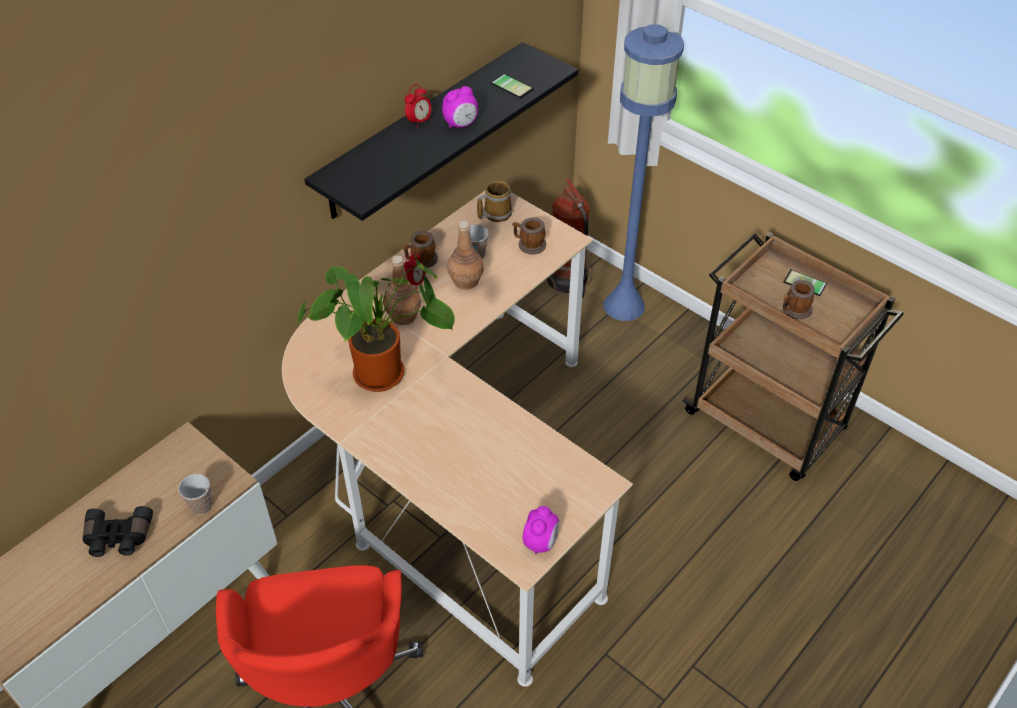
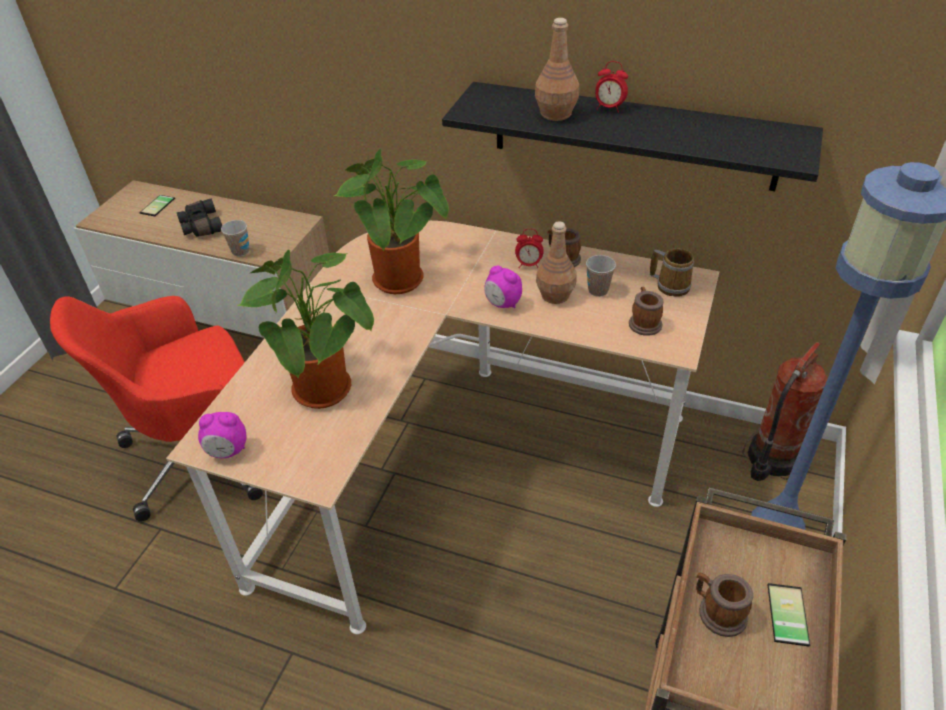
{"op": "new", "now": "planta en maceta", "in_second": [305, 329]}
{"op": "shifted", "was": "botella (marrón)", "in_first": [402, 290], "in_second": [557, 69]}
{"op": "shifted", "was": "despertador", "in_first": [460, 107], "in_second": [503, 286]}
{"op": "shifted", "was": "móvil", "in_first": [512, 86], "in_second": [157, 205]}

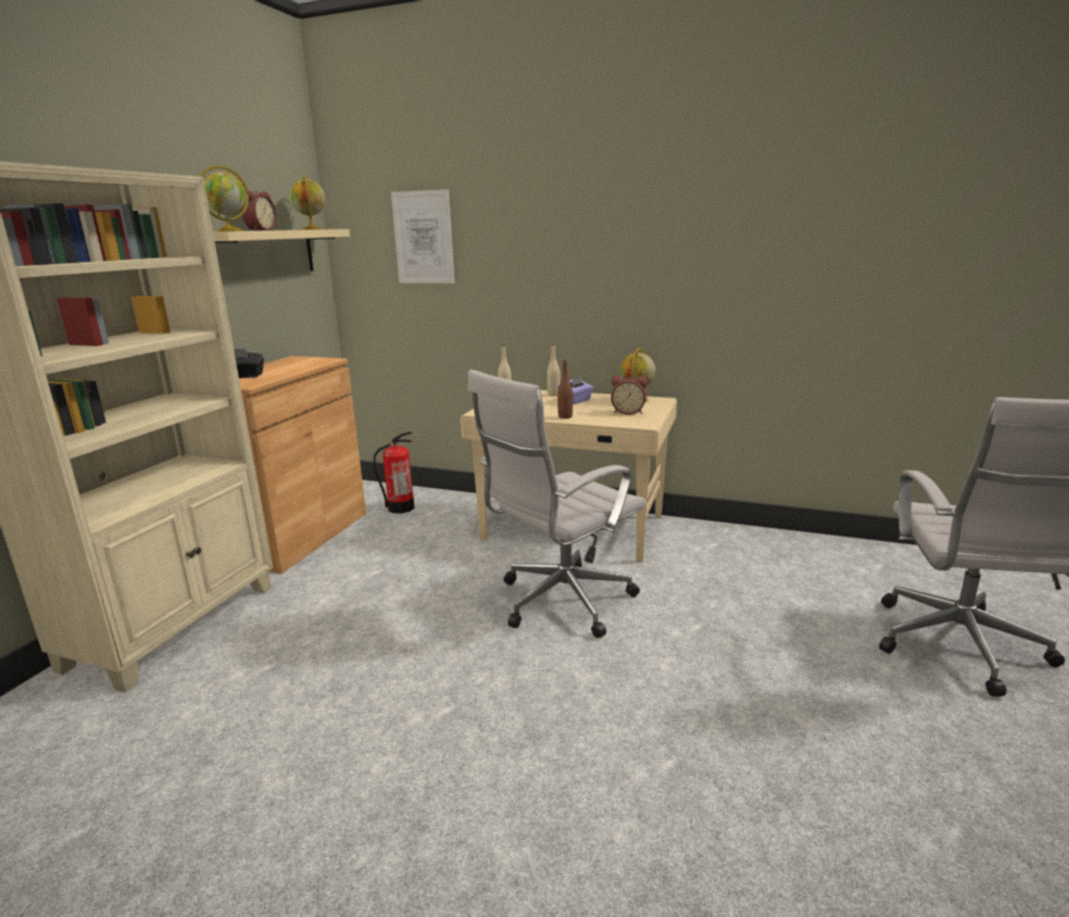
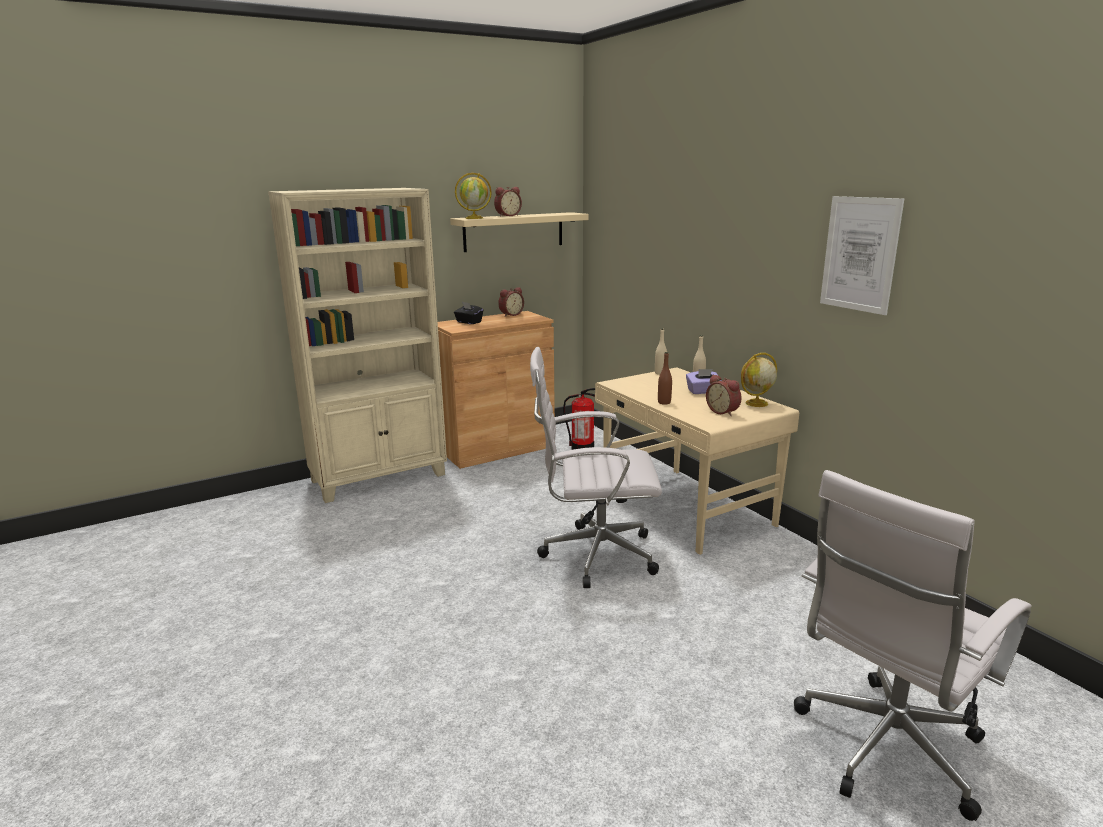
{"op": "gone", "was": "globo terráqueo", "in_first": [307, 202]}
{"op": "new", "now": "despertador", "in_second": [511, 302]}
{"op": "shifted", "was": "cuadro", "in_first": [422, 236], "in_second": [862, 255]}

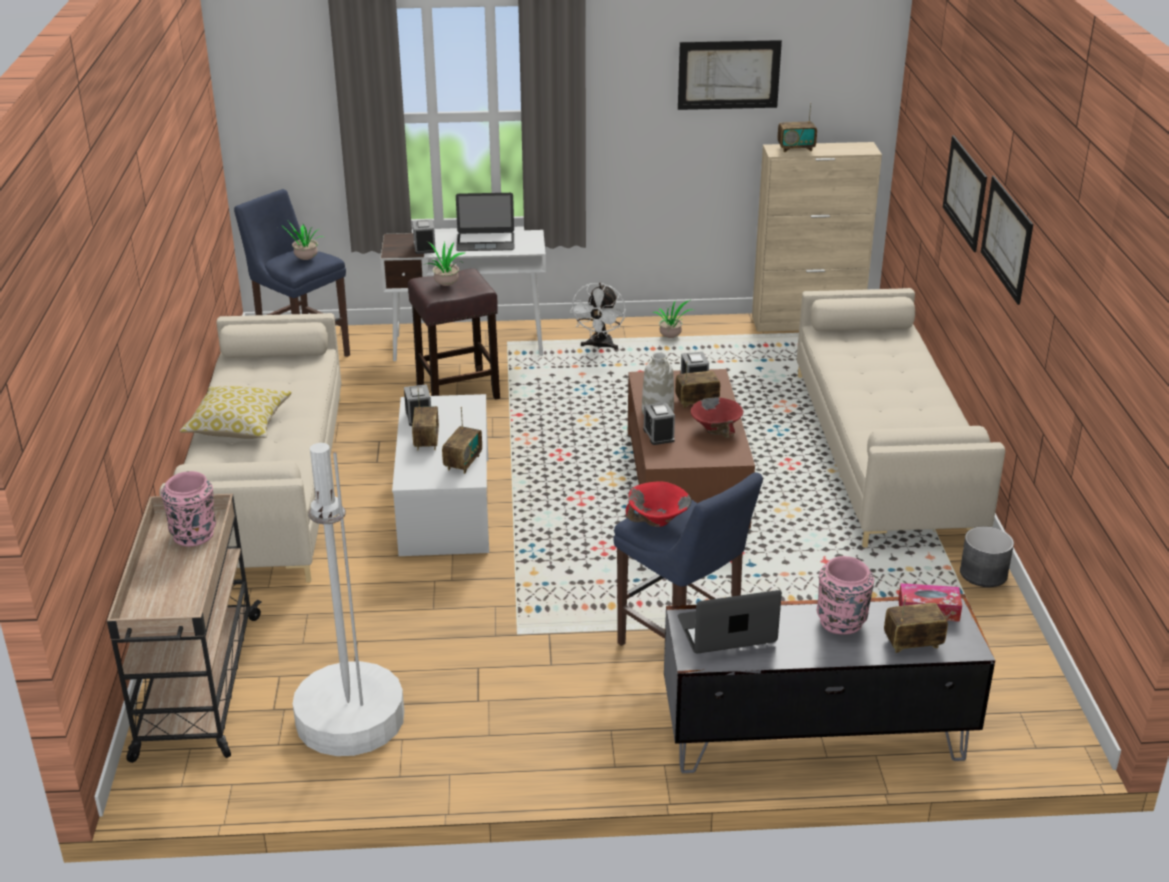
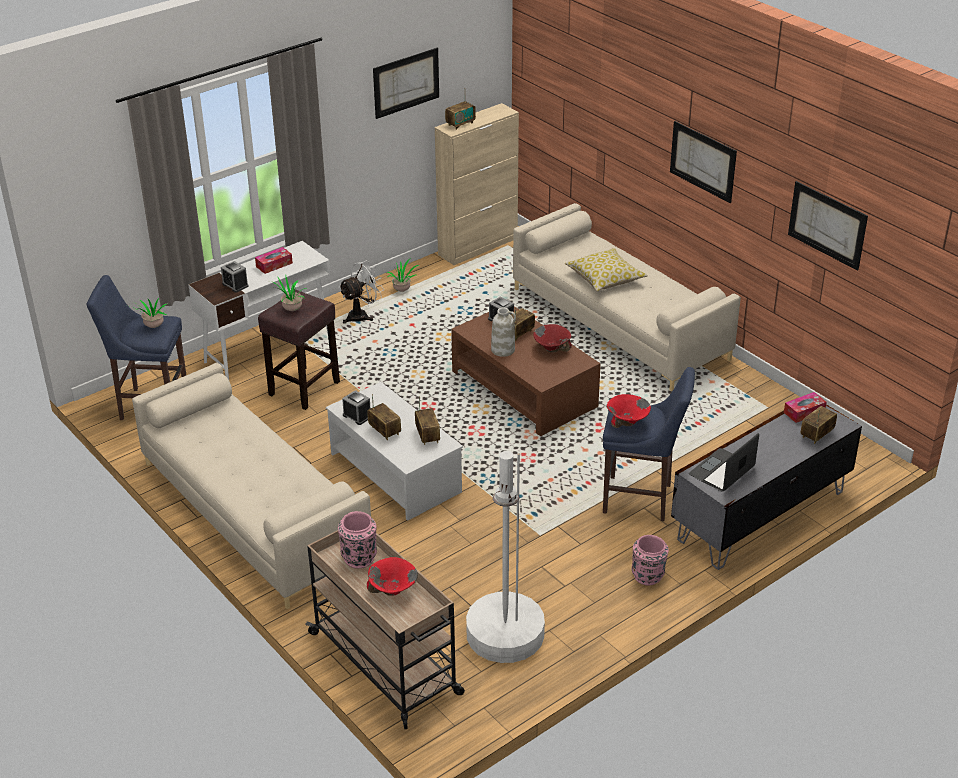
{"op": "gone", "was": "despertador", "in_first": [659, 423]}
{"op": "gone", "was": "maceta (gris)", "in_first": [987, 556]}
{"op": "new", "now": "cuenco (rojo)", "in_second": [392, 576]}
{"op": "shifted", "was": "cojín", "in_first": [236, 412], "in_second": [606, 269]}
{"op": "shifted", "was": "florero (rosa)", "in_first": [845, 595], "in_second": [650, 560]}
{"op": "shifted", "was": "cuadro", "in_first": [965, 193], "in_second": [828, 226]}
{"op": "swapped", "was": "portátil", "now": "caja de pañuelos", "in_first": [485, 222], "in_second": [274, 260]}
{"op": "rotated", "was": "ventilador (blanco)", "in_first": [598, 315], "in_second": [361, 292], "clockwise": -105}

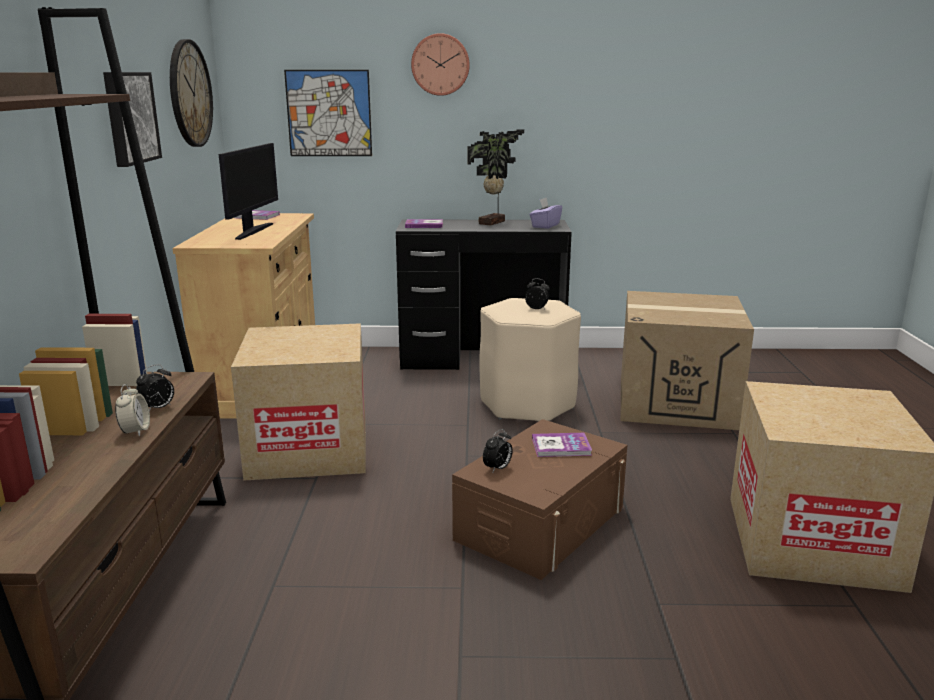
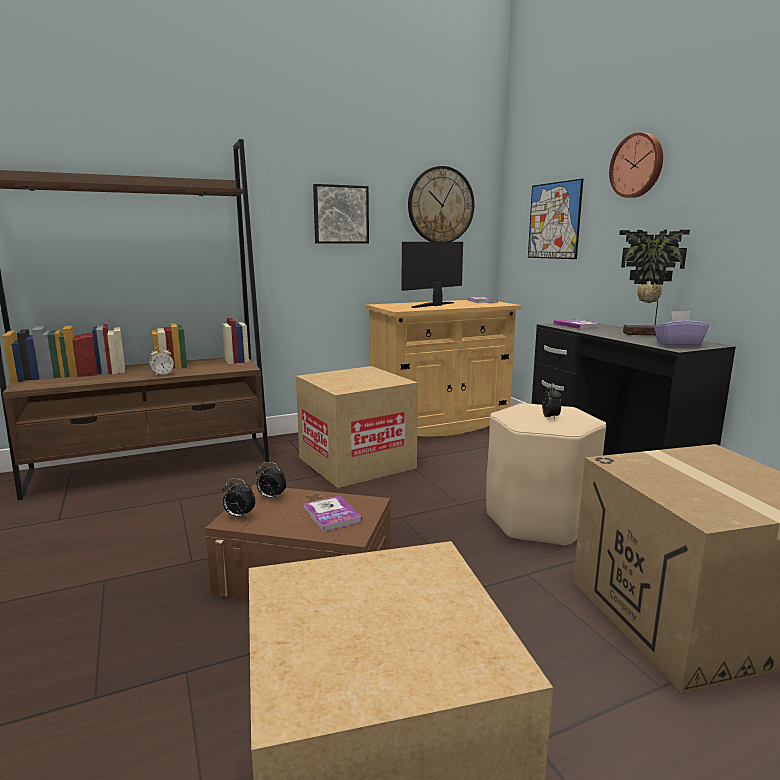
{"op": "shifted", "was": "despertador", "in_first": [155, 388], "in_second": [239, 498]}
{"op": "rotated", "was": "monitor", "in_first": [248, 191], "in_second": [432, 275], "clockwise": 150}

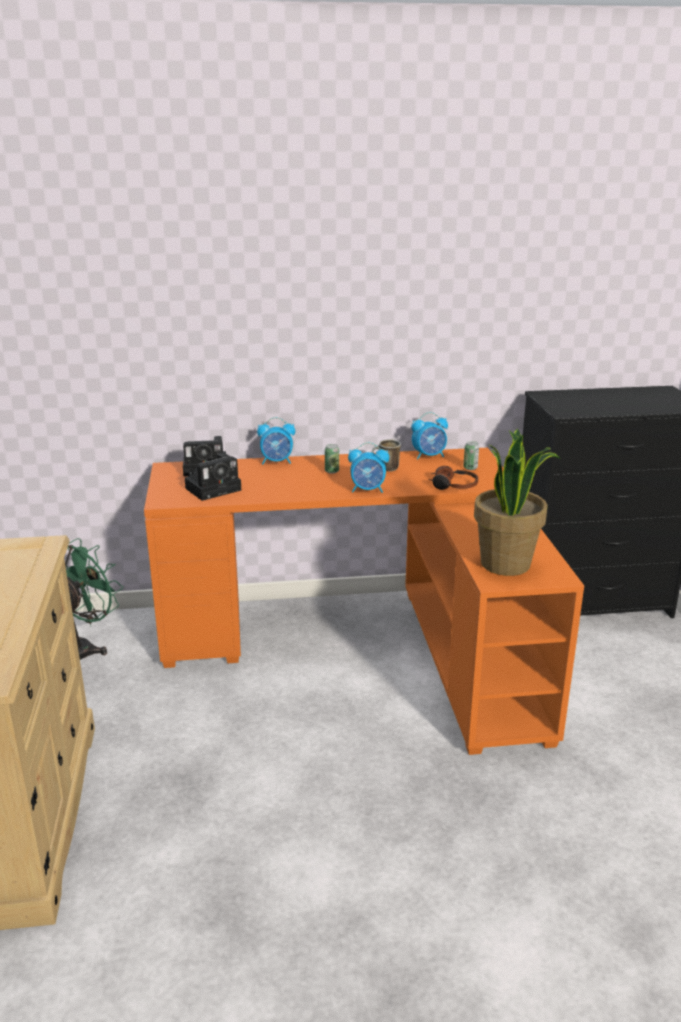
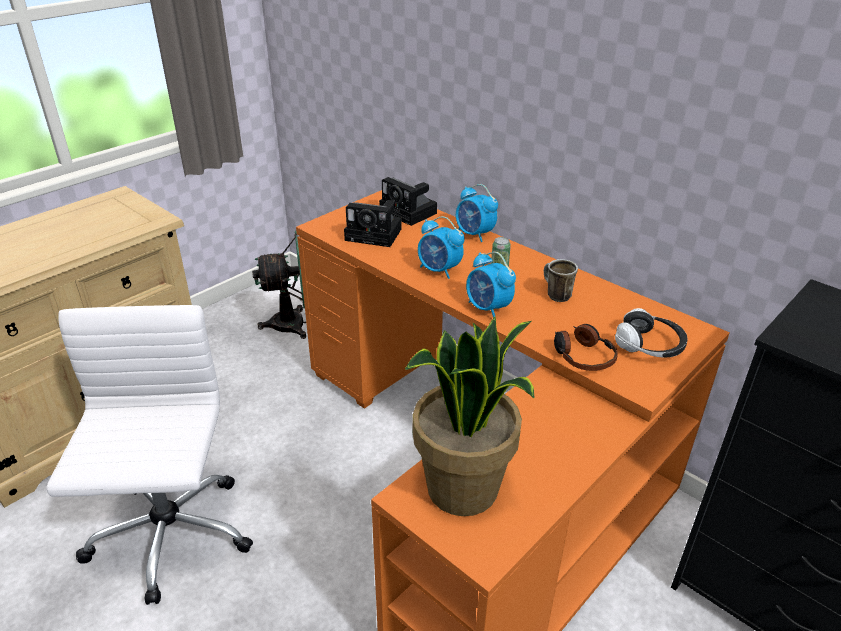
{"op": "new", "now": "silla de oficina (blanco)", "in_second": [149, 455]}
{"op": "shifted", "was": "despertador", "in_first": [429, 436], "in_second": [441, 247]}
{"op": "swapped", "was": "lata", "now": "auriculares", "in_first": [471, 455], "in_second": [651, 333]}

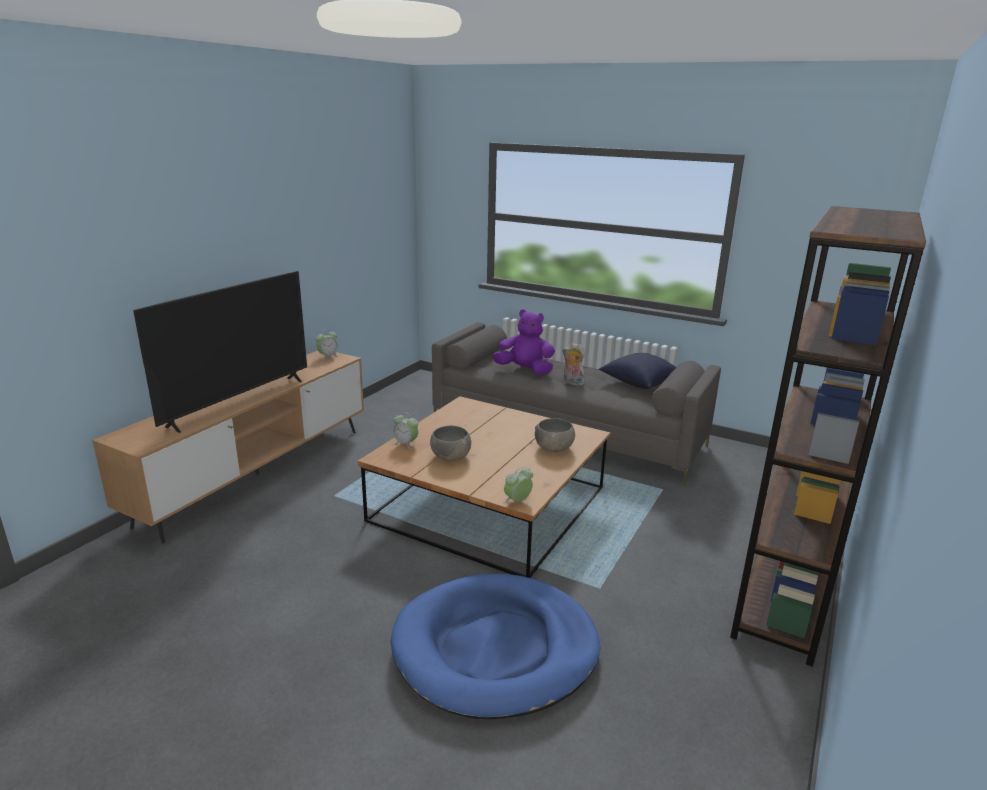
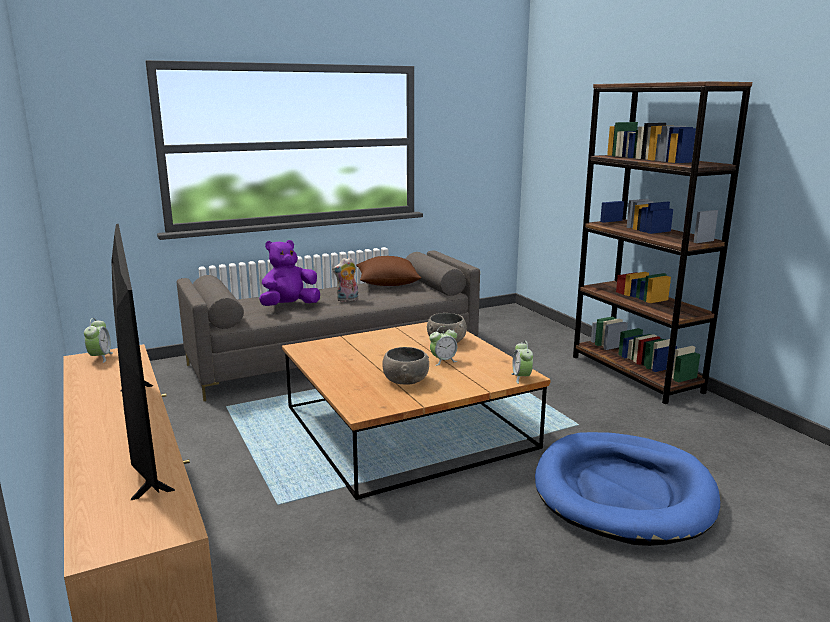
{"op": "shifted", "was": "despertador", "in_first": [405, 431], "in_second": [443, 346]}
{"op": "repainted", "was": "cojín (azul)", "now": "cojín (marrón)", "in_first": [637, 371], "in_second": [388, 271]}

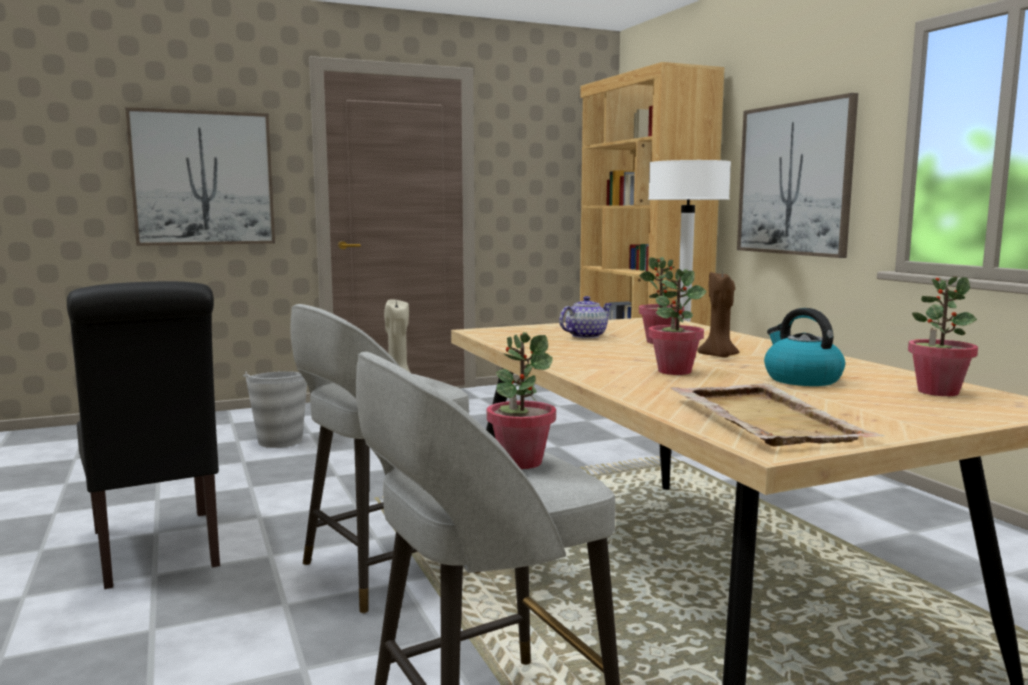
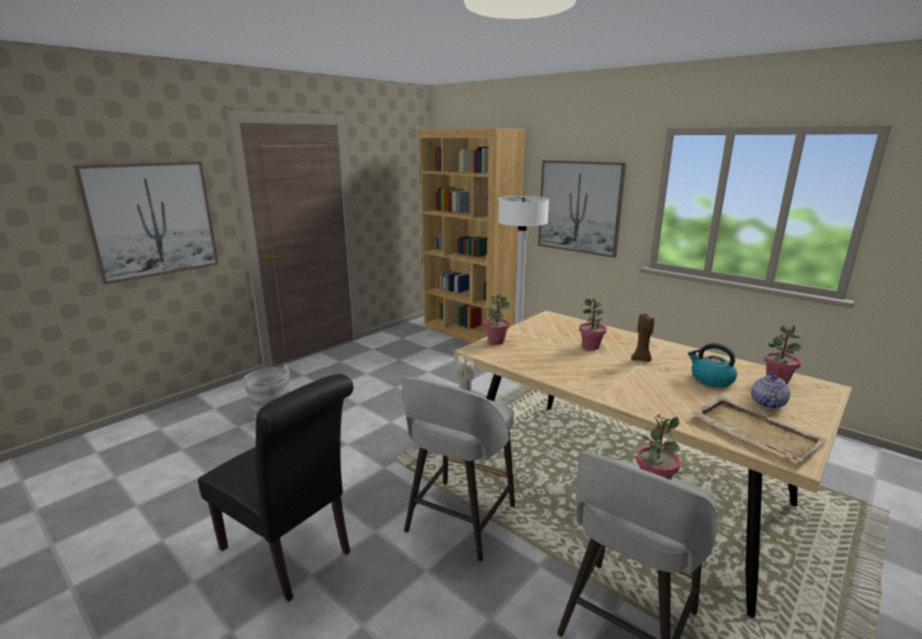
{"op": "shifted", "was": "tetera", "in_first": [585, 317], "in_second": [770, 390]}
{"op": "shifted", "was": "planta en maceta", "in_first": [677, 322], "in_second": [497, 319]}

